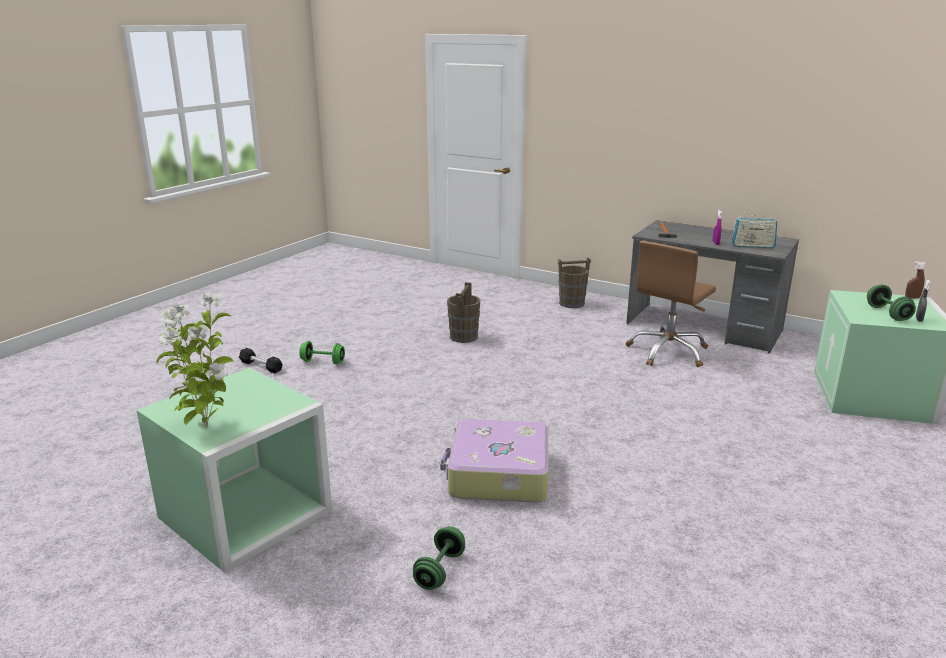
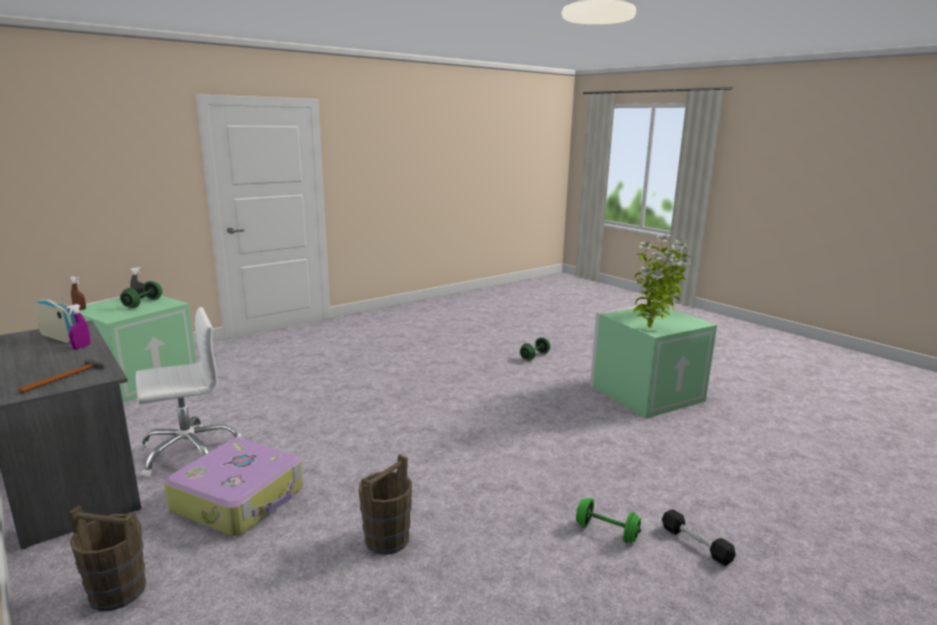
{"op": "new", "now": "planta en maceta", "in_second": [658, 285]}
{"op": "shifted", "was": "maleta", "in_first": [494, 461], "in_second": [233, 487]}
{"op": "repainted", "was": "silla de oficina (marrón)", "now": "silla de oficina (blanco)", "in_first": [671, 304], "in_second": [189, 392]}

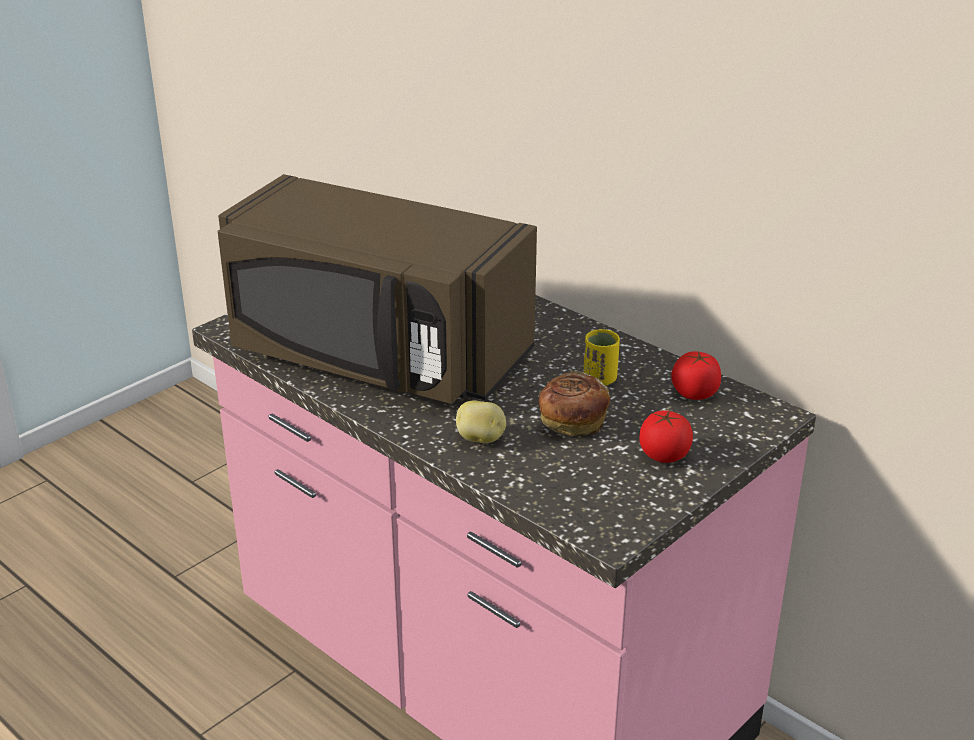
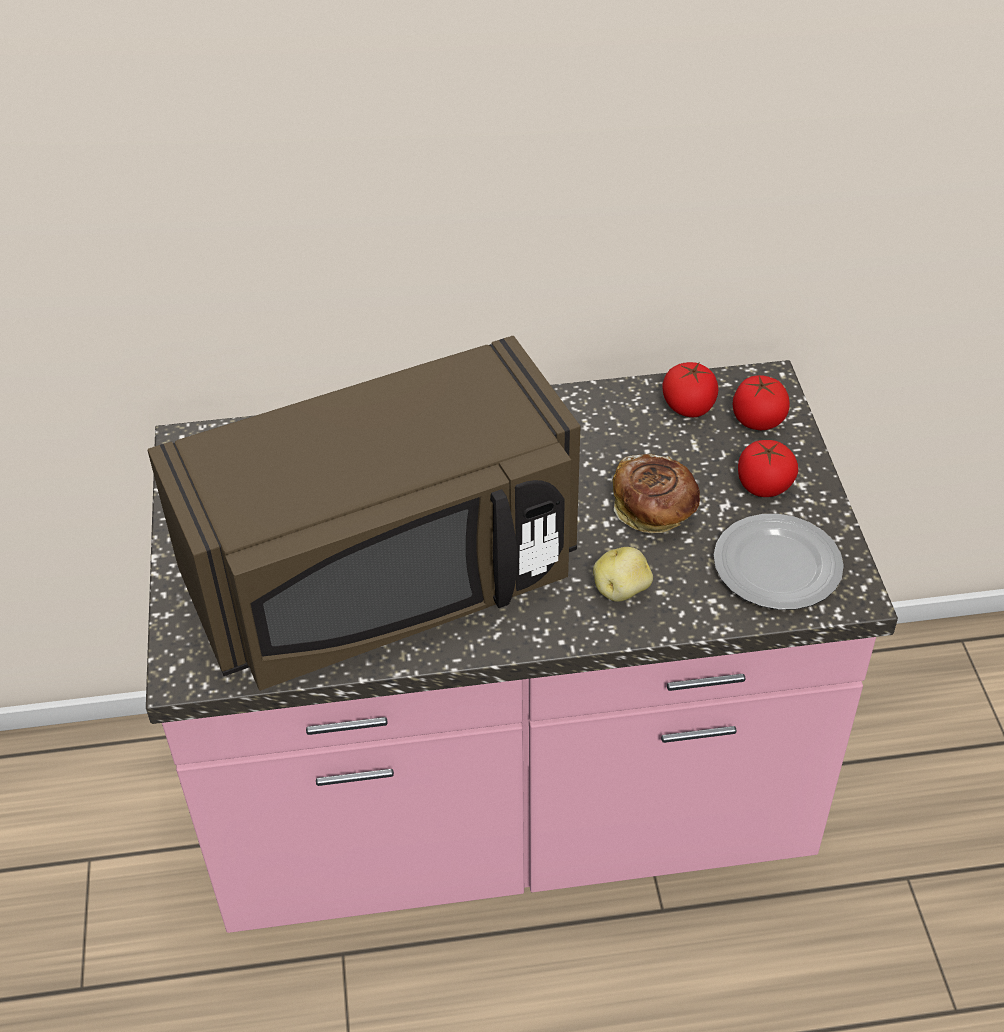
{"op": "gone", "was": "taza (amarillo)", "in_first": [602, 357]}
{"op": "new", "now": "plato", "in_second": [779, 562]}
{"op": "new", "now": "tomate", "in_second": [761, 402]}

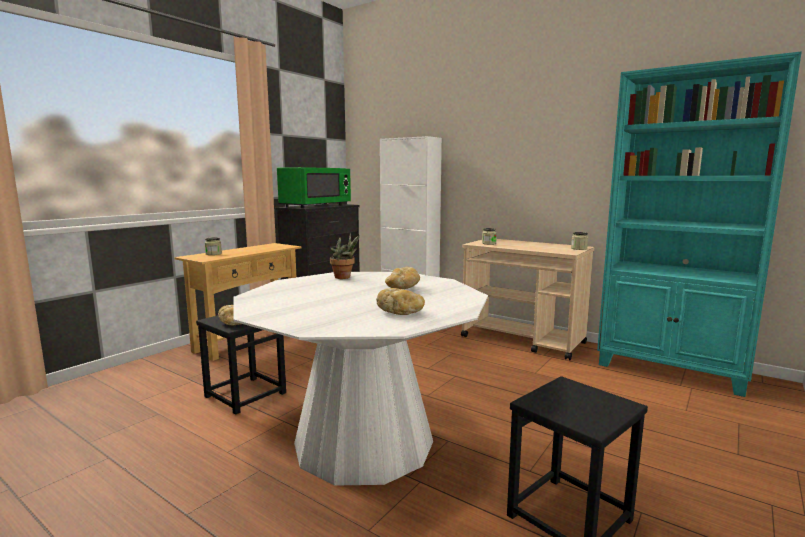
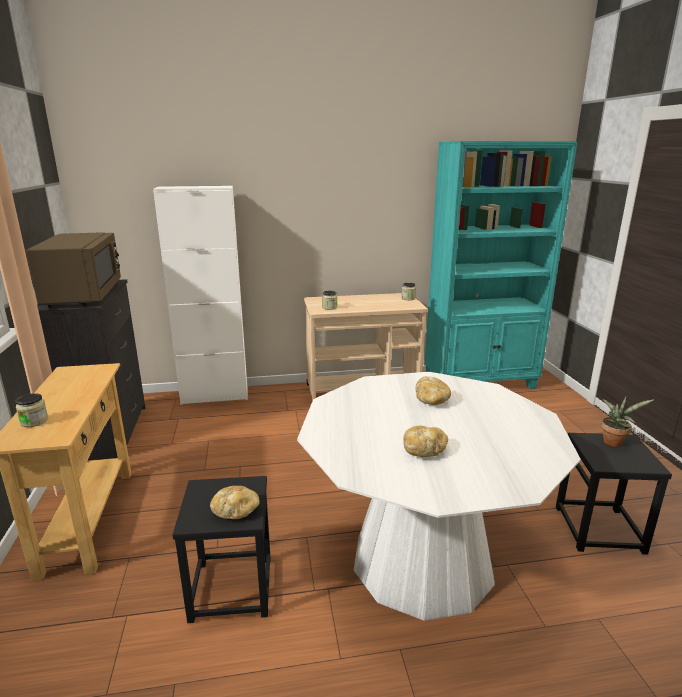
{"op": "shifted", "was": "planta en maceta", "in_first": [345, 255], "in_second": [627, 422]}
{"op": "shifted", "was": "pan", "in_first": [400, 301], "in_second": [425, 441]}
{"op": "repainted", "was": "microondas (verde)", "now": "microondas (marrón)", "in_first": [314, 187], "in_second": [73, 270]}

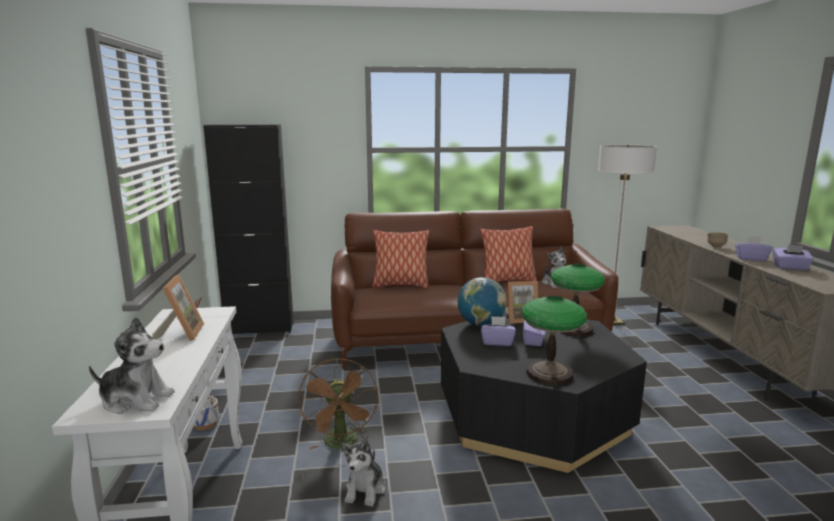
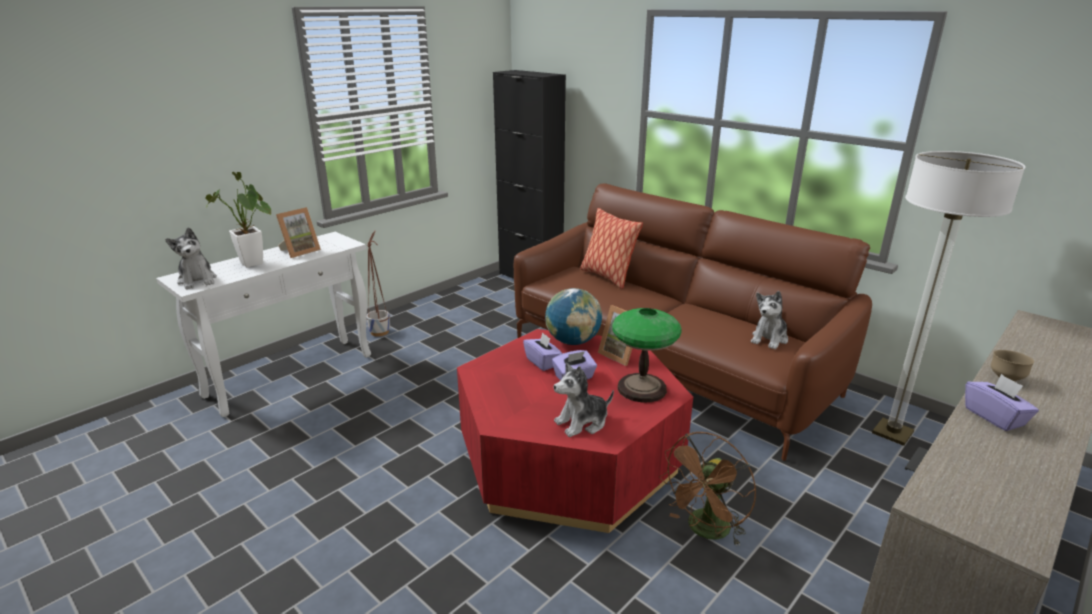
{"op": "gone", "was": "cojín", "in_first": [508, 254]}
{"op": "gone", "was": "lámpara de mesa", "in_first": [554, 340]}
{"op": "gone", "was": "caja de pañuelos (morado)", "in_first": [793, 257]}
{"op": "new", "now": "planta en maceta", "in_second": [239, 219]}
{"op": "shifted", "was": "ventilador (marrón)", "in_first": [338, 403], "in_second": [708, 489]}
{"op": "shifted", "was": "peluche", "in_first": [363, 472], "in_second": [584, 400]}
{"op": "repainted", "was": "mesa de centro (negro)", "now": "mesa de centro (rojo)", "in_first": [544, 391], "in_second": [575, 431]}

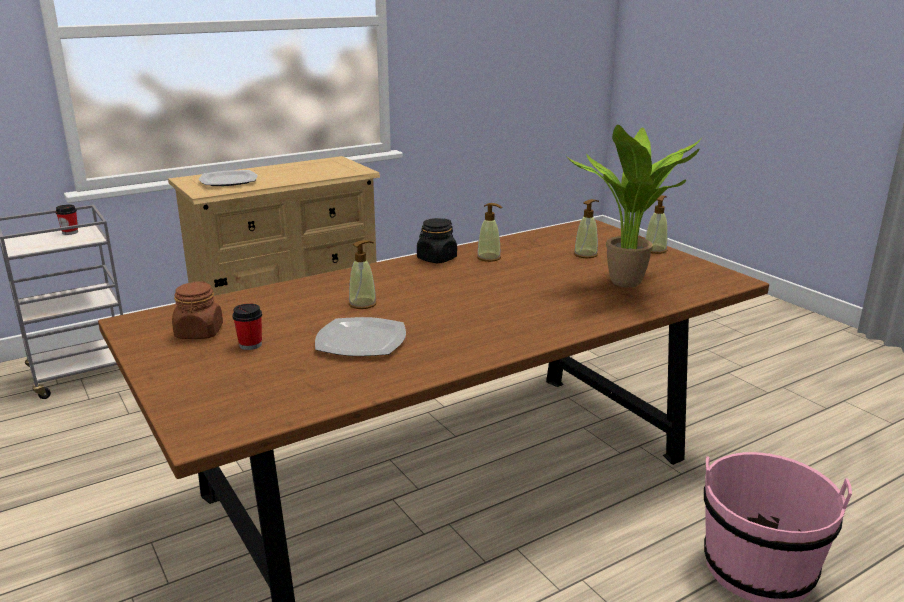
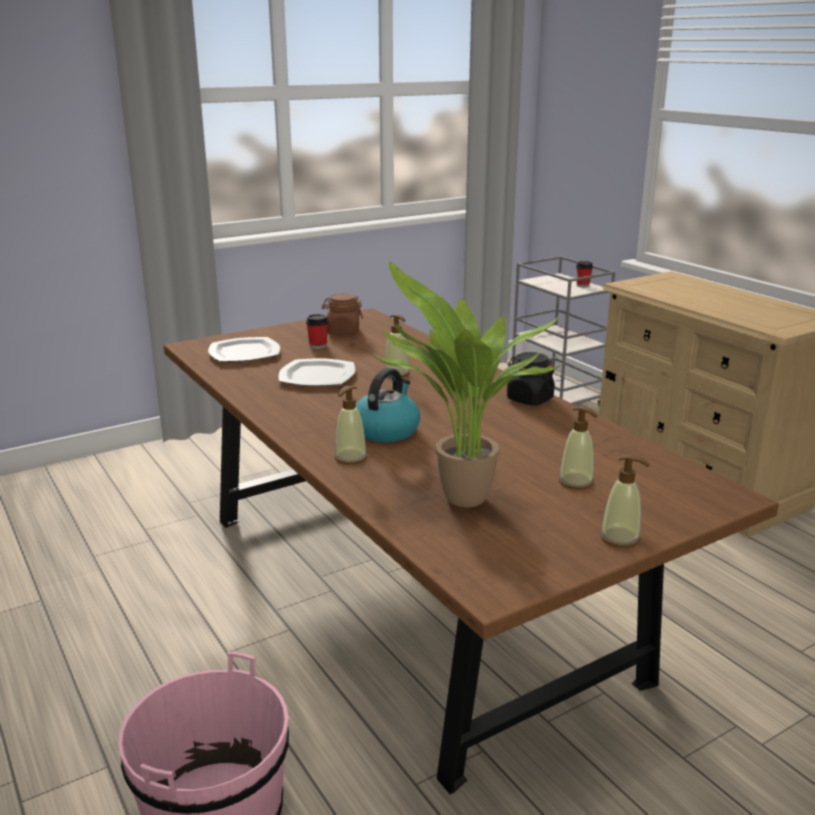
{"op": "new", "now": "hervidor", "in_second": [388, 405]}
{"op": "shifted", "was": "plato", "in_first": [228, 178], "in_second": [244, 349]}
{"op": "shifted", "was": "dispensador de jabón", "in_first": [489, 232], "in_second": [351, 424]}

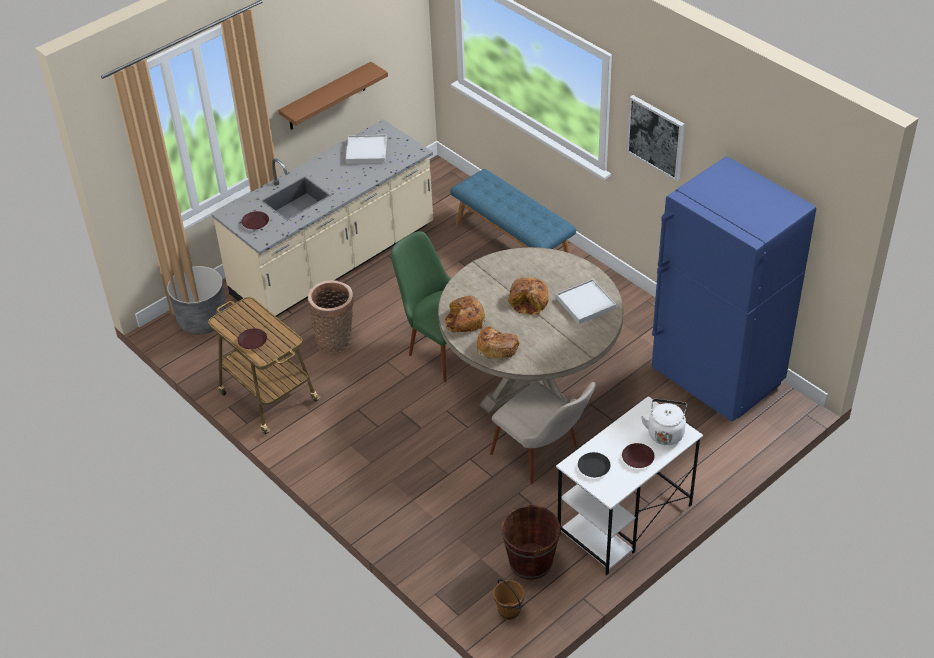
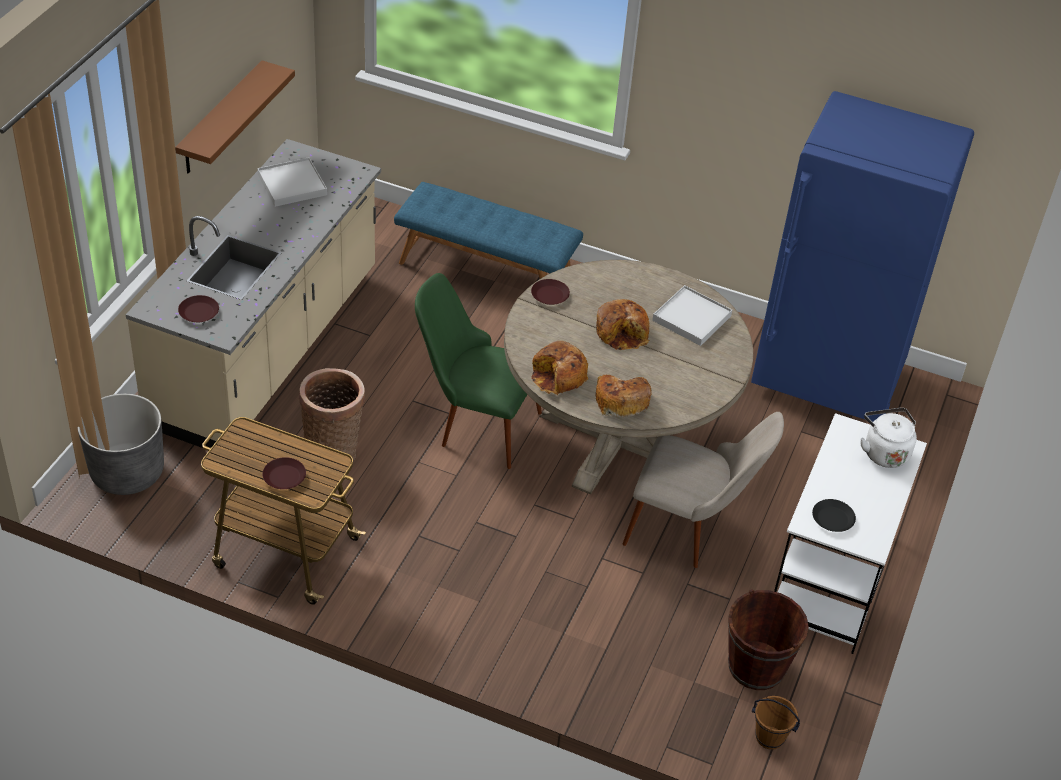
{"op": "gone", "was": "cuadro", "in_first": [655, 138]}
{"op": "shifted", "was": "plato (marrón)", "in_first": [638, 455], "in_second": [550, 292]}

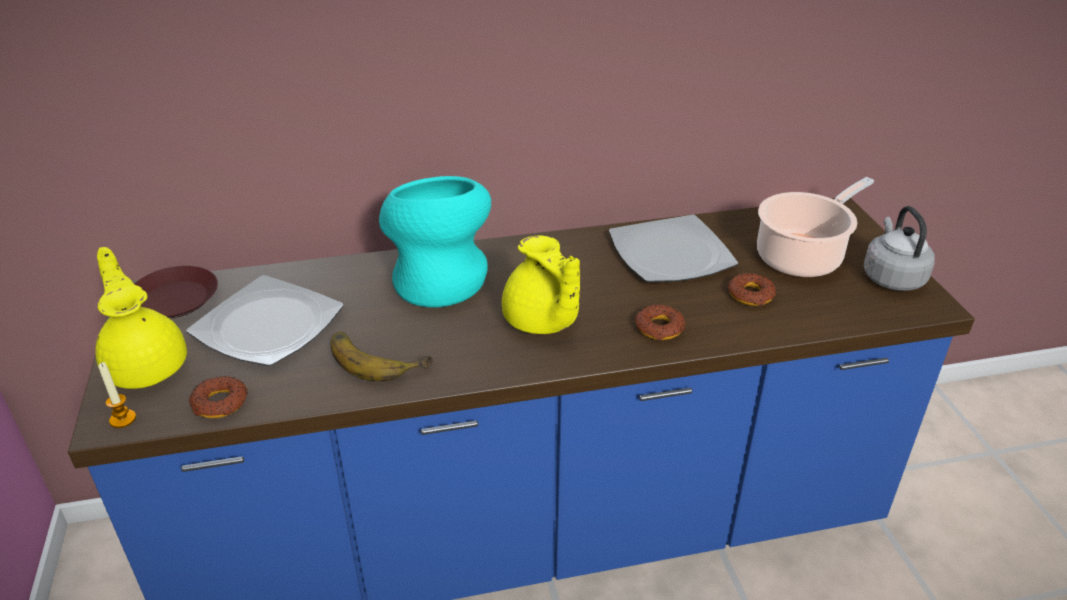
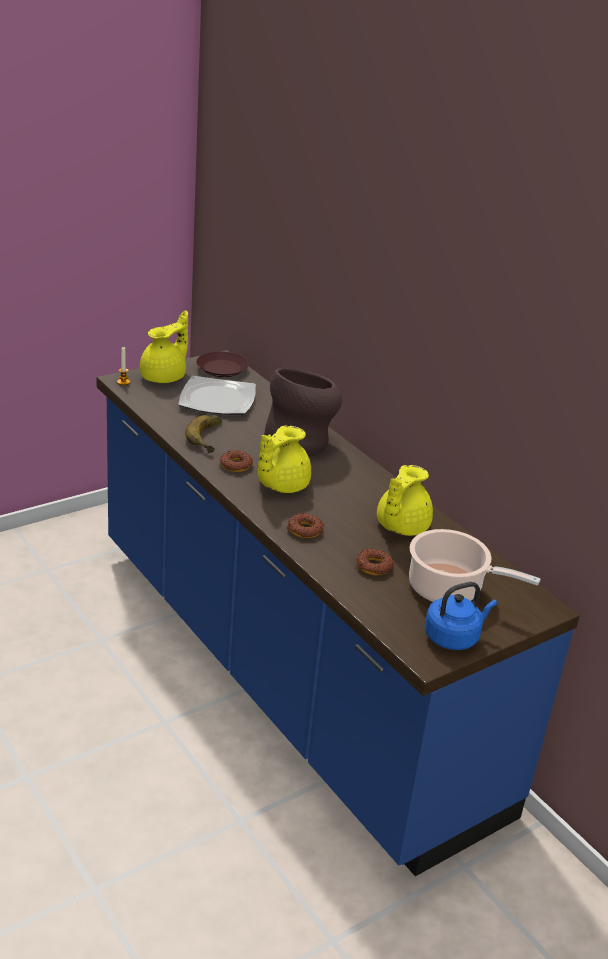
{"op": "shifted", "was": "rosquilla", "in_first": [218, 397], "in_second": [236, 461]}
{"op": "swapped", "was": "plato", "now": "tetera (amarillo)", "in_first": [673, 248], "in_second": [405, 500]}
{"op": "repainted", "was": "florero (turquesa)", "now": "florero (marrón)", "in_first": [435, 242], "in_second": [303, 412]}
{"op": "repainted", "was": "hervidor (gris)", "now": "hervidor (azul)", "in_first": [899, 248], "in_second": [461, 616]}

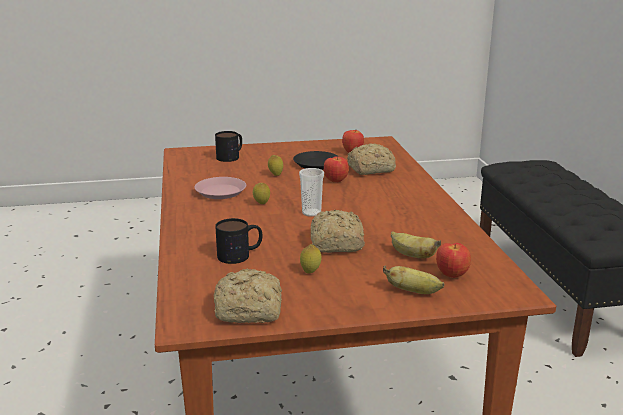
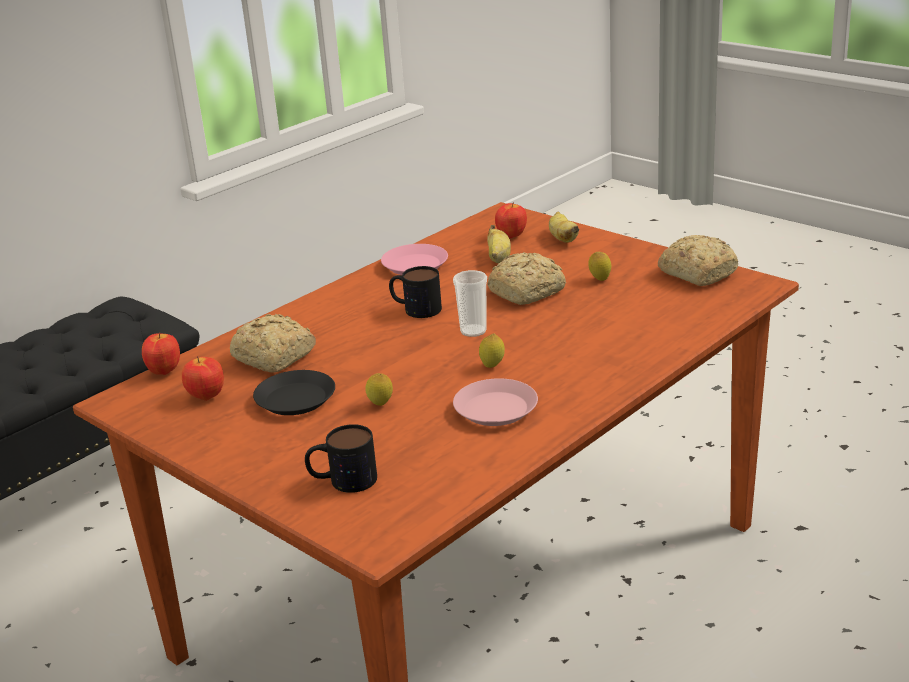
{"op": "new", "now": "plato (rosa)", "in_second": [414, 259]}
{"op": "shifted", "was": "taza grande", "in_first": [238, 241], "in_second": [415, 292]}
{"op": "shifted", "was": "manzana", "in_first": [336, 169], "in_second": [161, 353]}

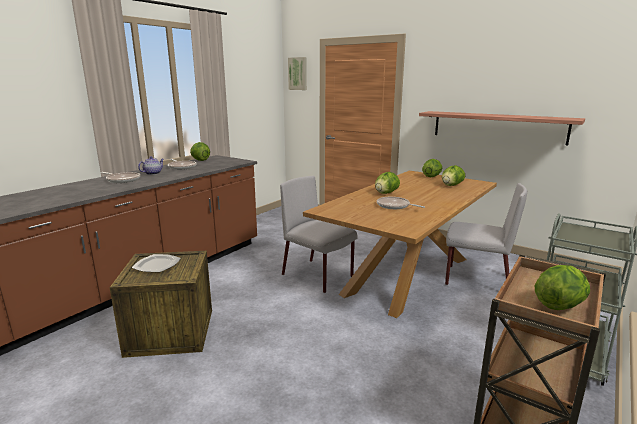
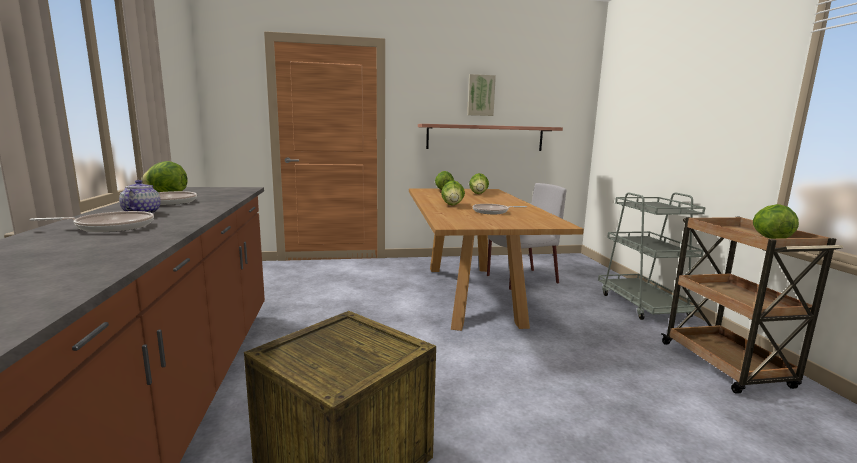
{"op": "gone", "was": "plato", "in_first": [156, 263]}
{"op": "gone", "was": "silla (gris)", "in_first": [319, 234]}
{"op": "shifted", "was": "cuadro", "in_first": [297, 73], "in_second": [481, 95]}

